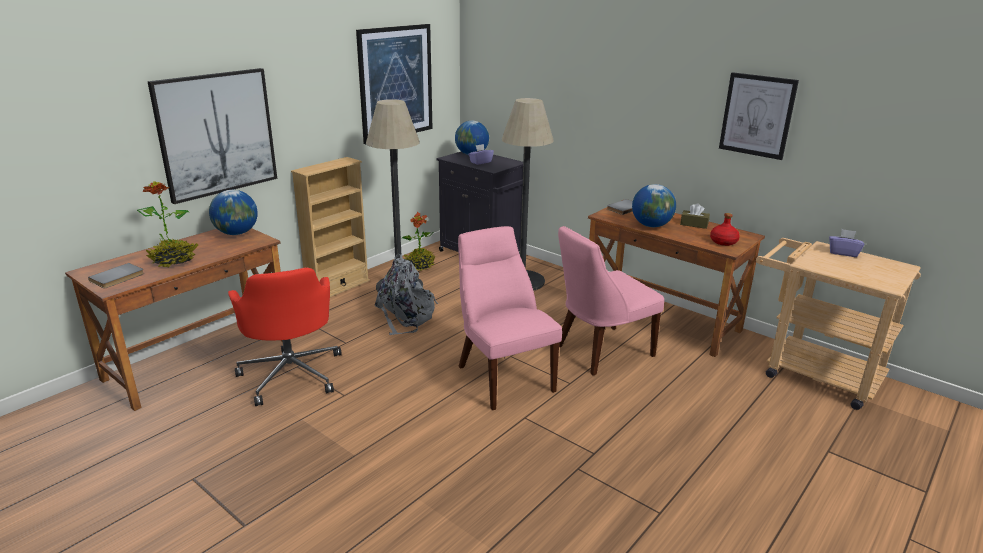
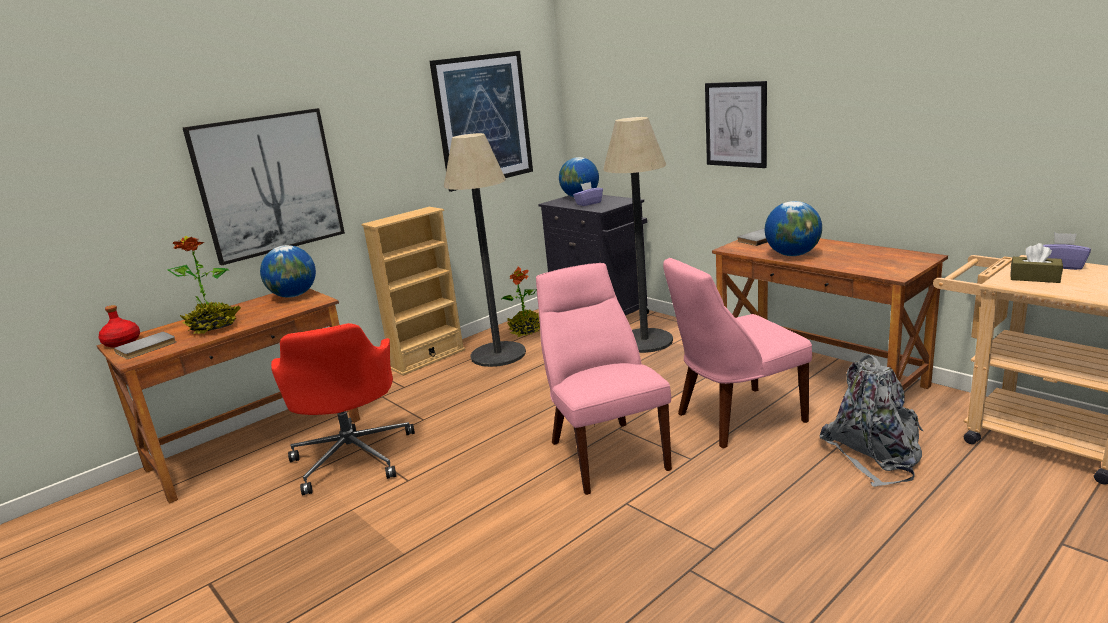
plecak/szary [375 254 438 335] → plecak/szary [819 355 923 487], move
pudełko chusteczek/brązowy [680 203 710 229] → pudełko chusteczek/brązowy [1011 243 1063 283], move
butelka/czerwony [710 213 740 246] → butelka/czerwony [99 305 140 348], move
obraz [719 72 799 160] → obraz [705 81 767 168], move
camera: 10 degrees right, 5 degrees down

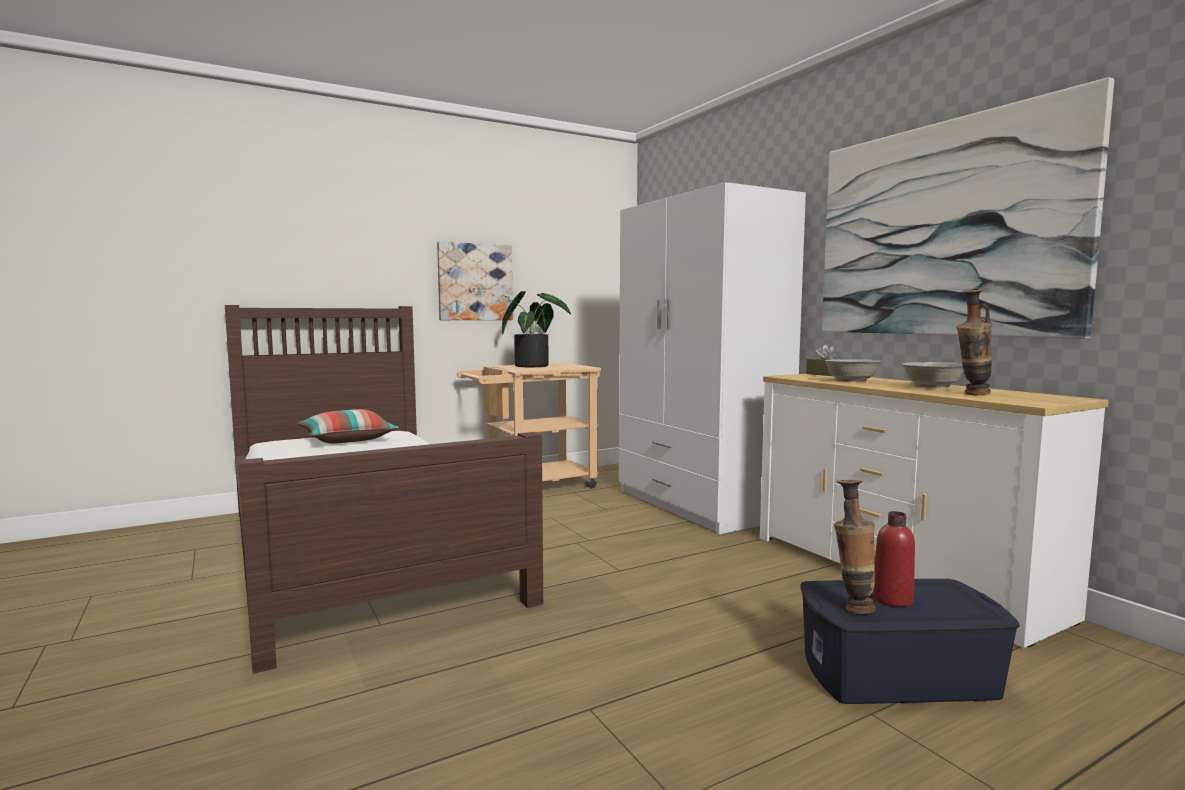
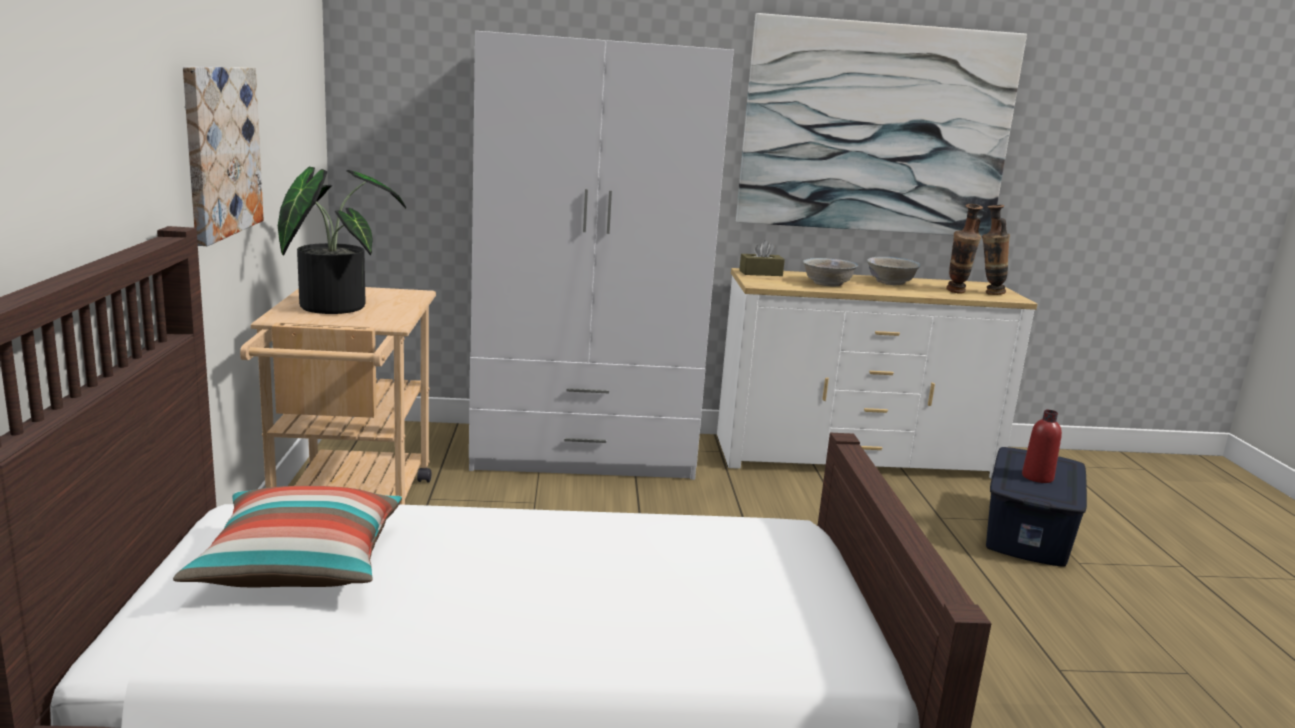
wazon [834 480 876 614] → wazon [982 205 1010 295], move
camera: 65 degrees left, 10 degrees up

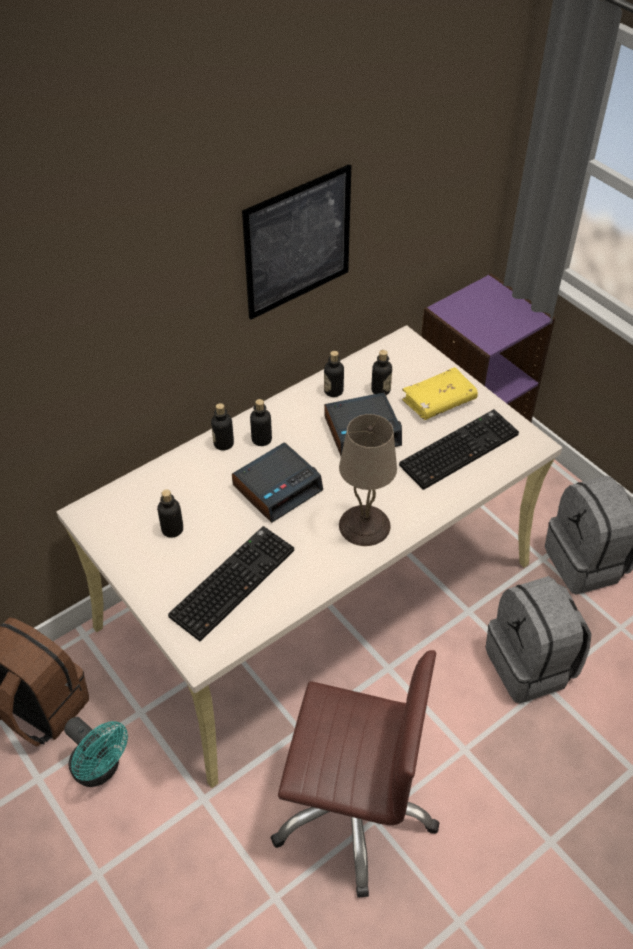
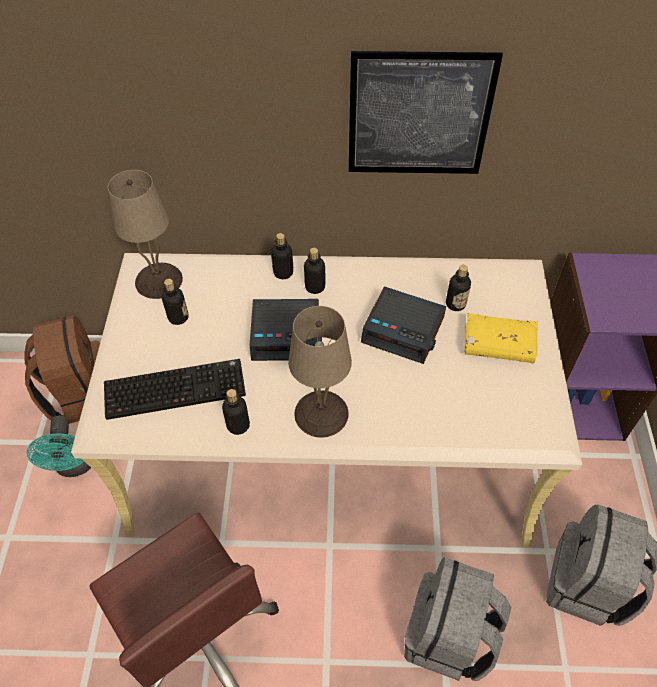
butelka [324 351 344 397] → butelka [222 389 250 435], move
klawiatura [399 409 519 490] → -
- → lampa stołowa/beżowy [108 170 183 299]
camera: 40 degrees right, 5 degrees up

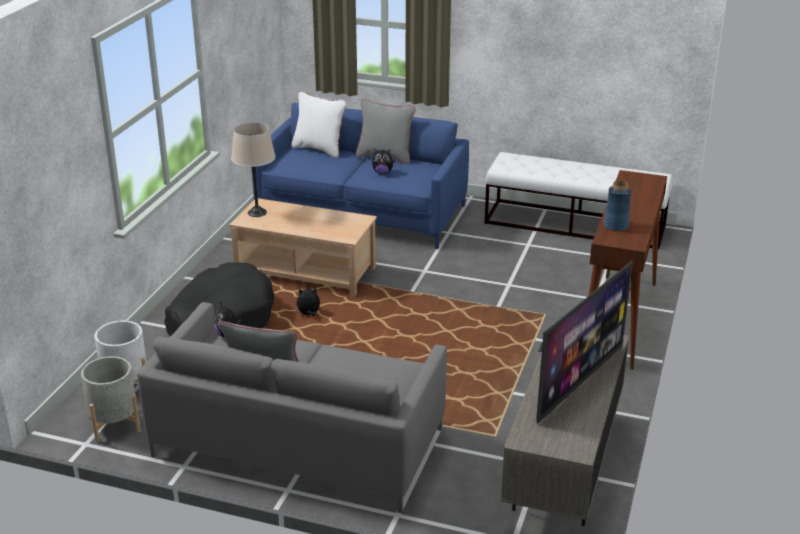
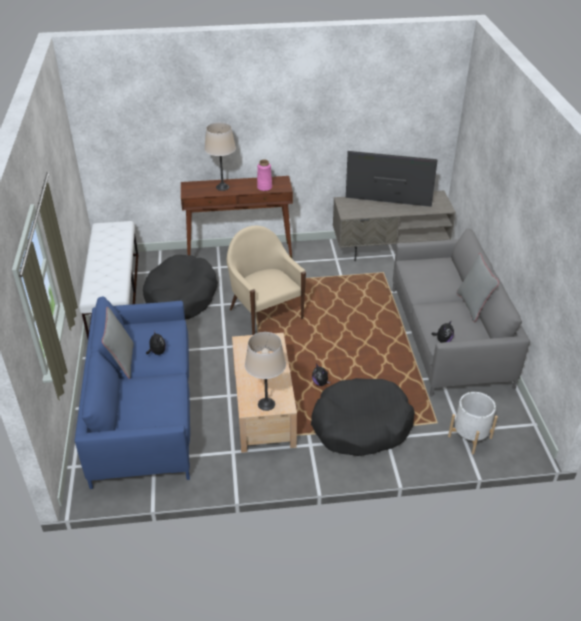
donica/szary [81 356 141 442] → -
poduszka/biały [291 91 347 158] → -
wazon/niebieski [604 180 631 231] → wazon/różowy [257 160 272 191]
- → legowisko/czarny [143 255 218 319]
- → lampa stołowa/beżowy [204 122 236 191]
- → fotel/beżowy [227 226 306 335]
camera: 115 degrees left, 10 degrees up

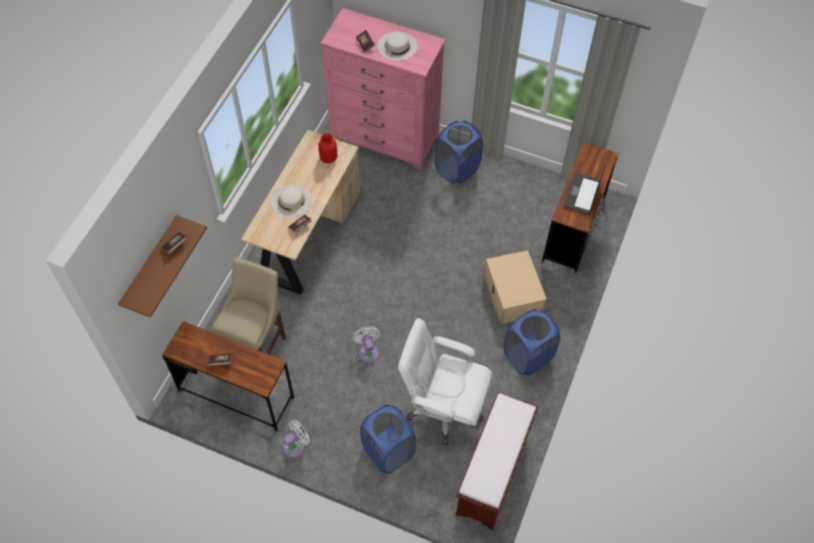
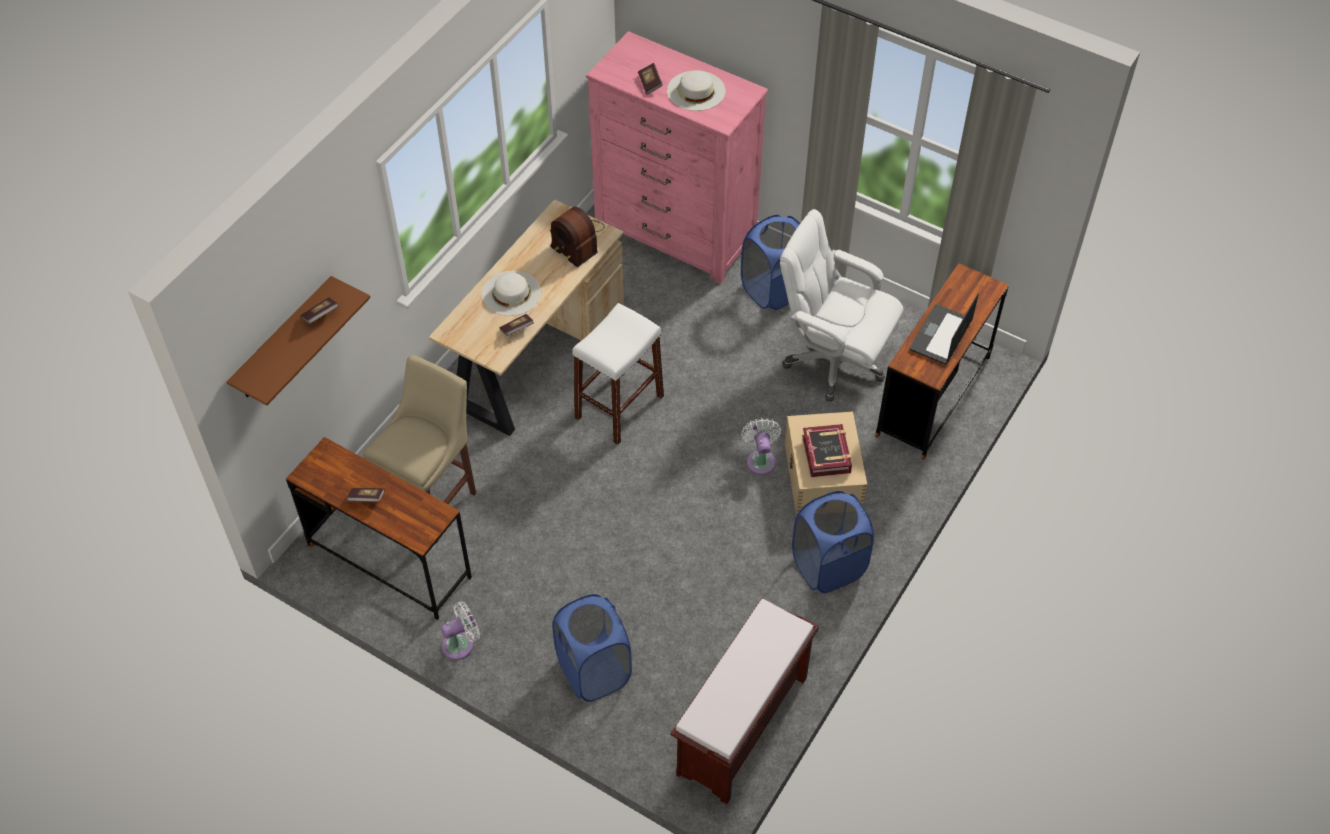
wazon/czerwony [318 133 337 163] → radio [550 207 605 267]
wentylator/biały [353 326 380 363] → wentylator/biały [741 418 781 475], move
krzesło biurowe/biały [398 318 492 445] → krzesło biurowe/biały [780 209 903 401], move
- → stołek/biały [572 303 664 445]
- → książka [802 424 852 477]
camera: 10 degrees right, 5 degrees down

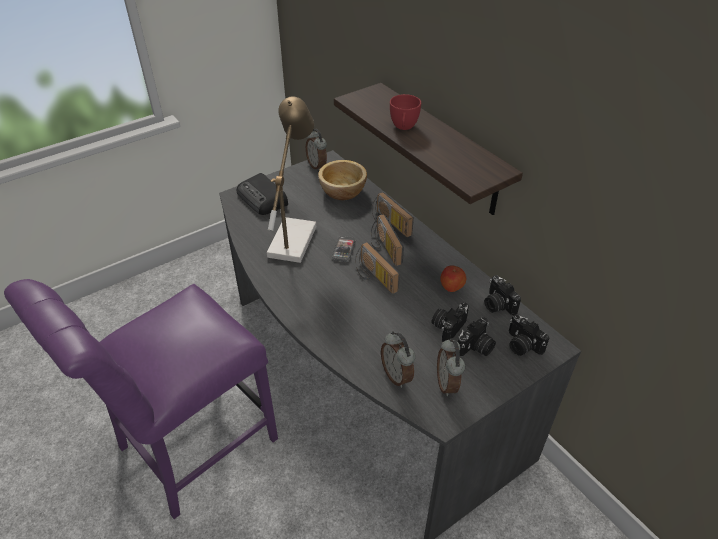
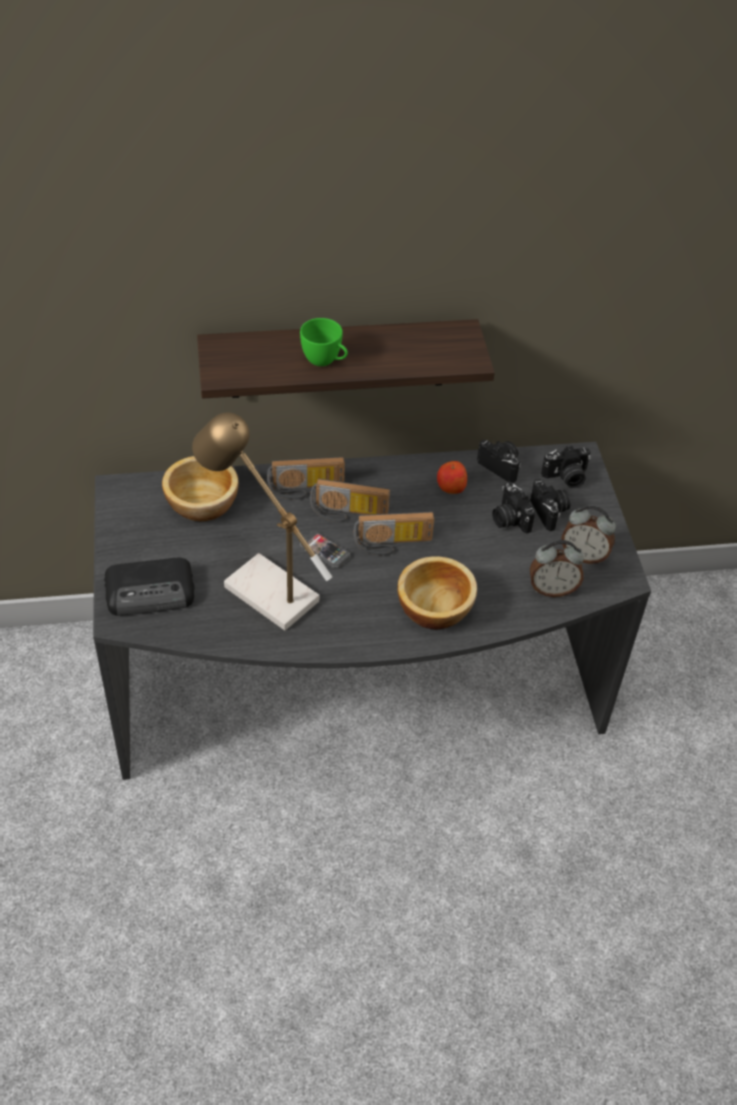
krzesło/fioletowy [4 279 278 519] → -
budzik [306 129 327 170] → -
filiżanka/czerwony [390 94 421 130] → filiżanka/zielony [300 318 348 366]
aparat fotograficzny [485 275 521 315] → aparat fotograficzny [477 440 521 483], 135 degrees counterclockwise
- → miska [397 556 477 629]
camera: 65 degrees left, 5 degrees up

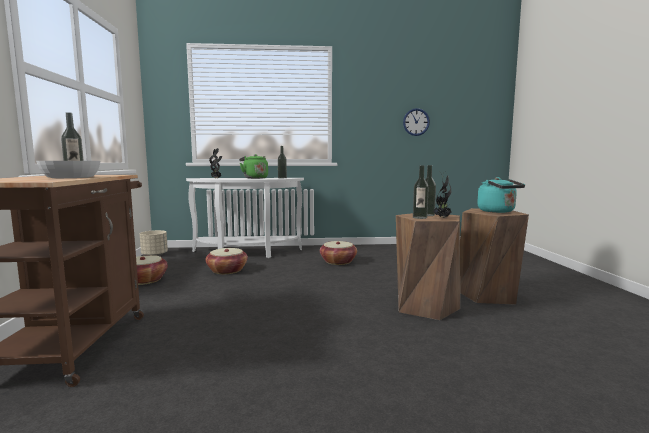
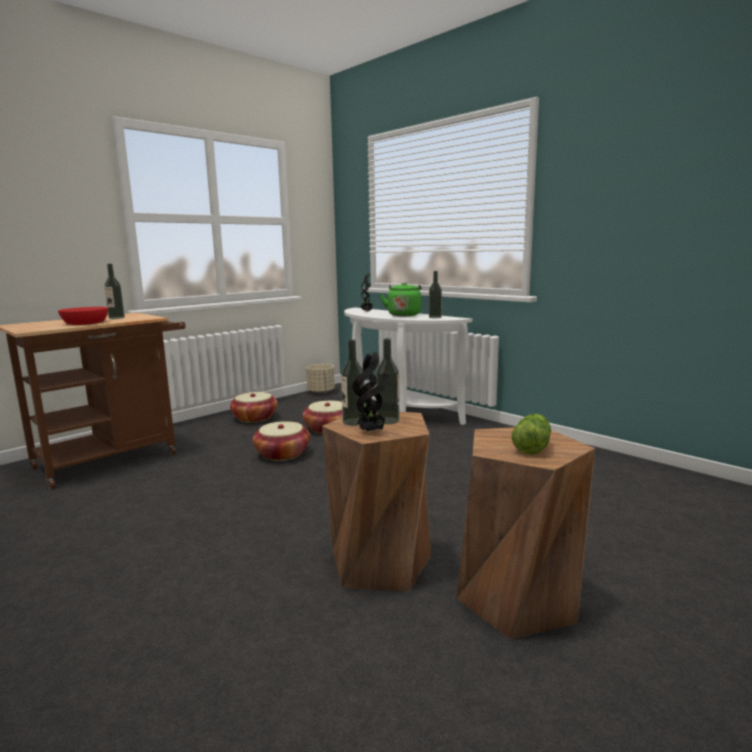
miska/biały [36 161 100 178] → miska/czerwony [58 307 108 325]
koszyk [320 241 357 265] → koszyk [253 421 310 461], move
zegar ścienny [403 108 430 136] → -
czajnik/turkusowy [477 177 525 213] → sałata [512 414 551 455]
camera: 50 degrees right, 5 degrees up

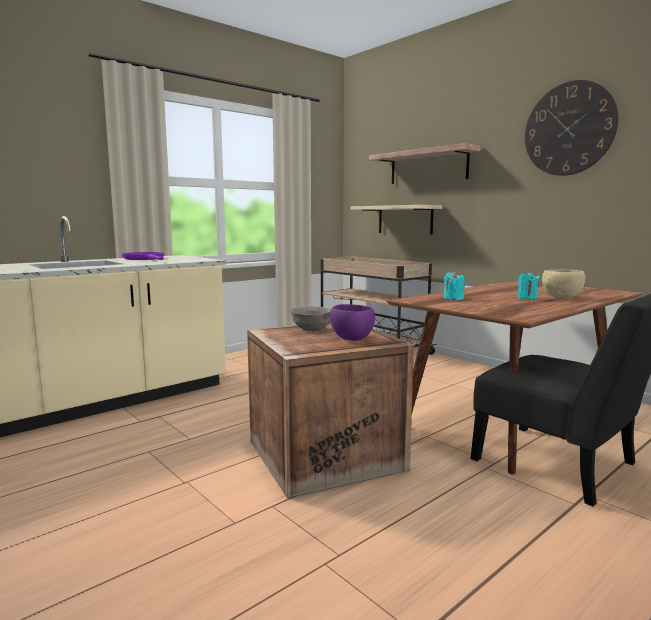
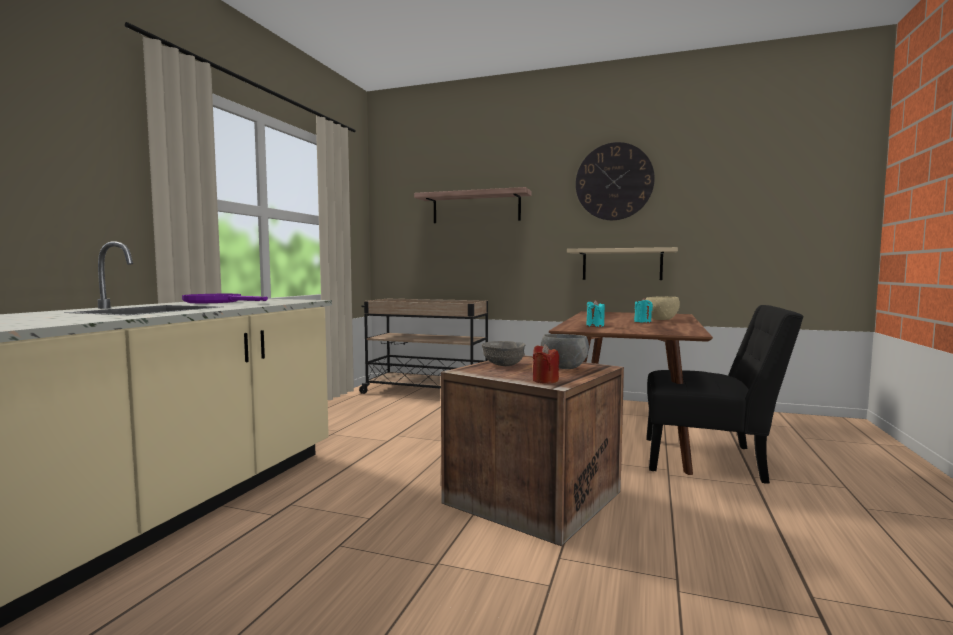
miska/fioletowy [330 304 375 341] → miska/szary [541 334 589 369]
półka/beżowy [351 205 442 235] → półka/beżowy [567 247 678 280], move
- → świeca/czerwony [533 344 559 384]
camera: 30 degrees left, 5 degrees down

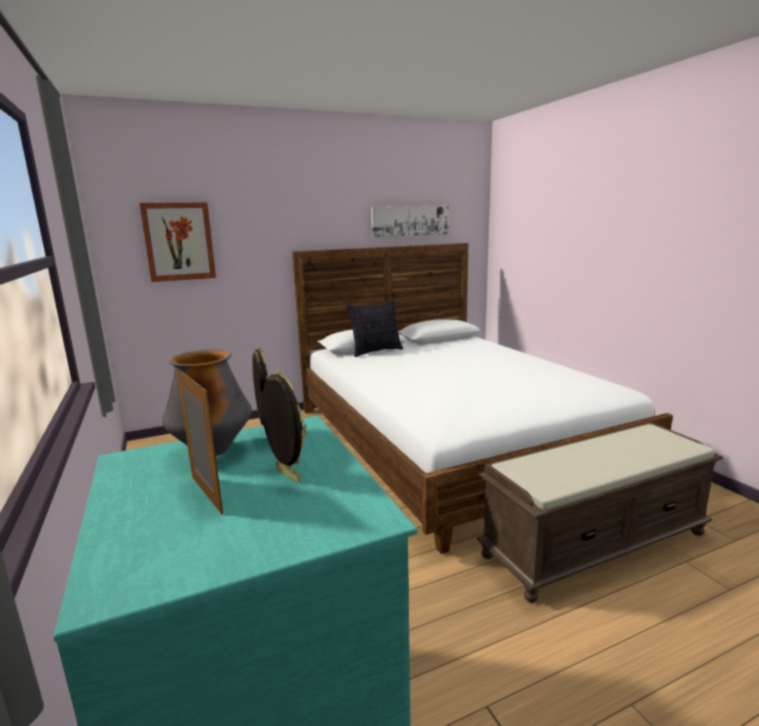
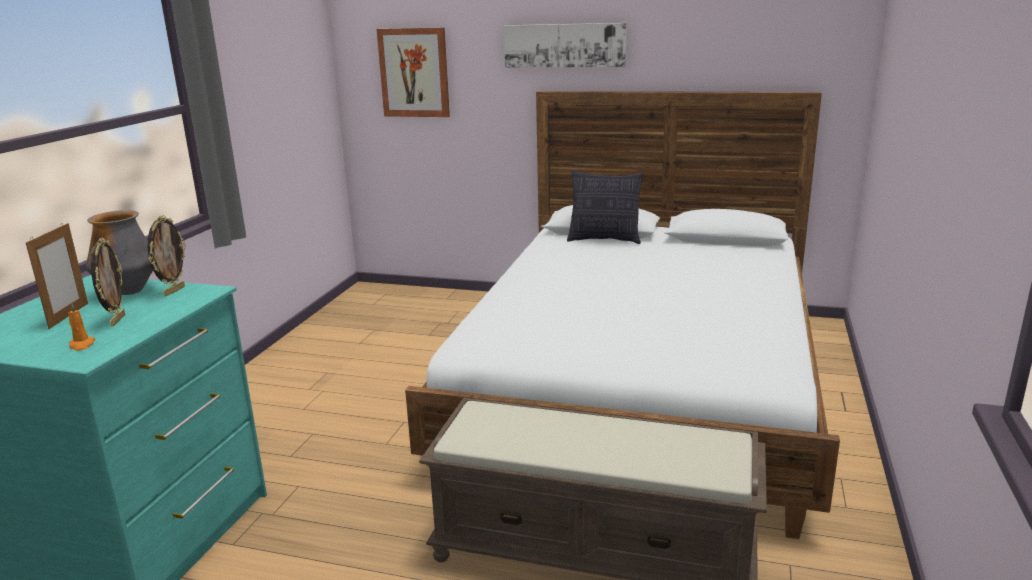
obraz [371 205 449 237] → obraz [504 23 627 68], move
- → świeca/pomarańczowy [68 302 95 351]
camera: 40 degrees right, 5 degrees up

